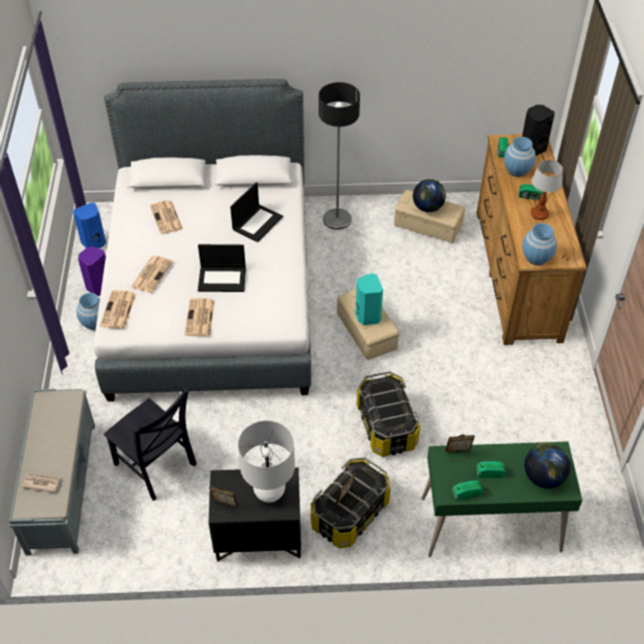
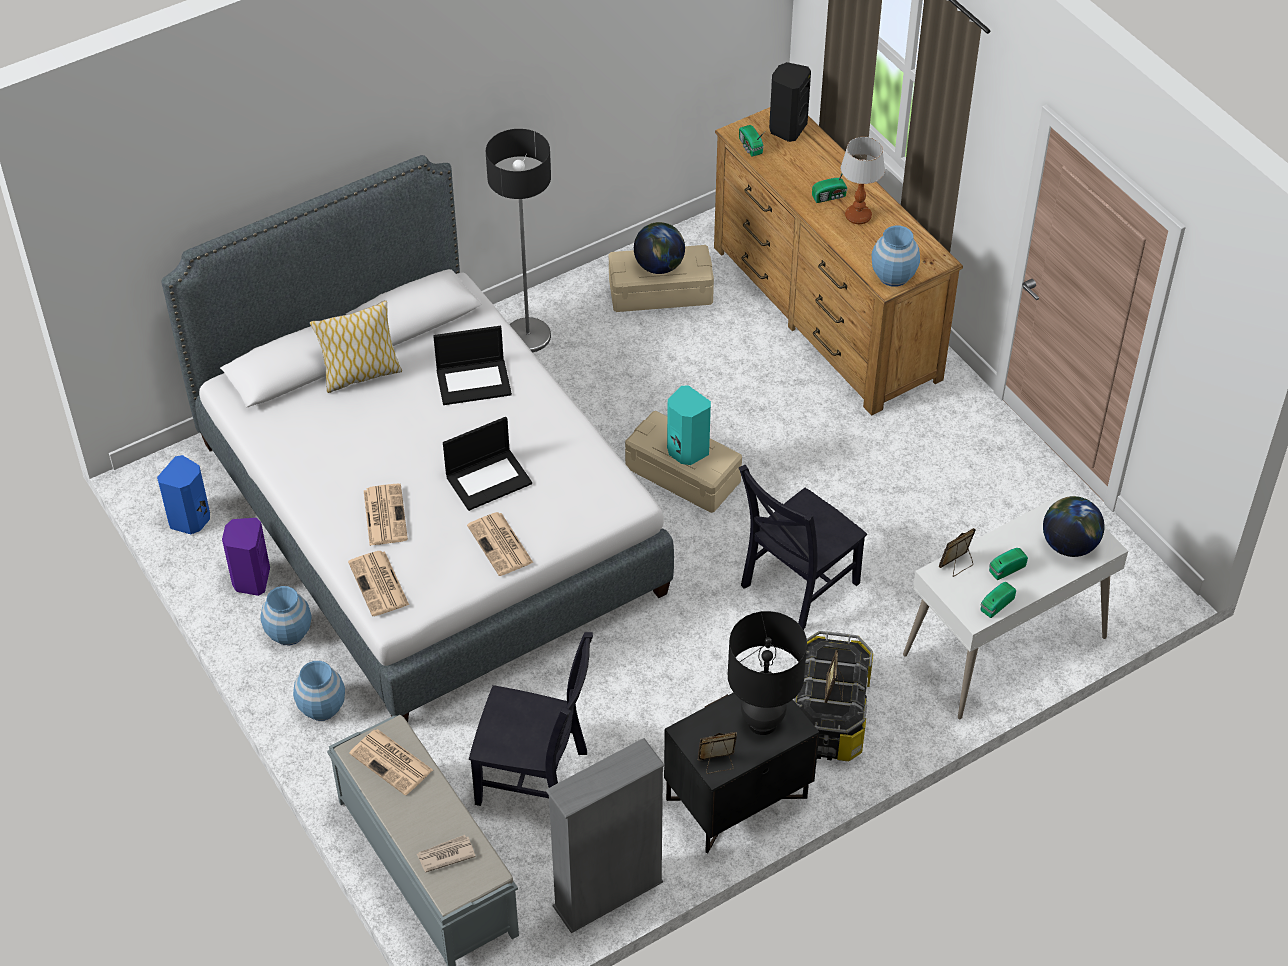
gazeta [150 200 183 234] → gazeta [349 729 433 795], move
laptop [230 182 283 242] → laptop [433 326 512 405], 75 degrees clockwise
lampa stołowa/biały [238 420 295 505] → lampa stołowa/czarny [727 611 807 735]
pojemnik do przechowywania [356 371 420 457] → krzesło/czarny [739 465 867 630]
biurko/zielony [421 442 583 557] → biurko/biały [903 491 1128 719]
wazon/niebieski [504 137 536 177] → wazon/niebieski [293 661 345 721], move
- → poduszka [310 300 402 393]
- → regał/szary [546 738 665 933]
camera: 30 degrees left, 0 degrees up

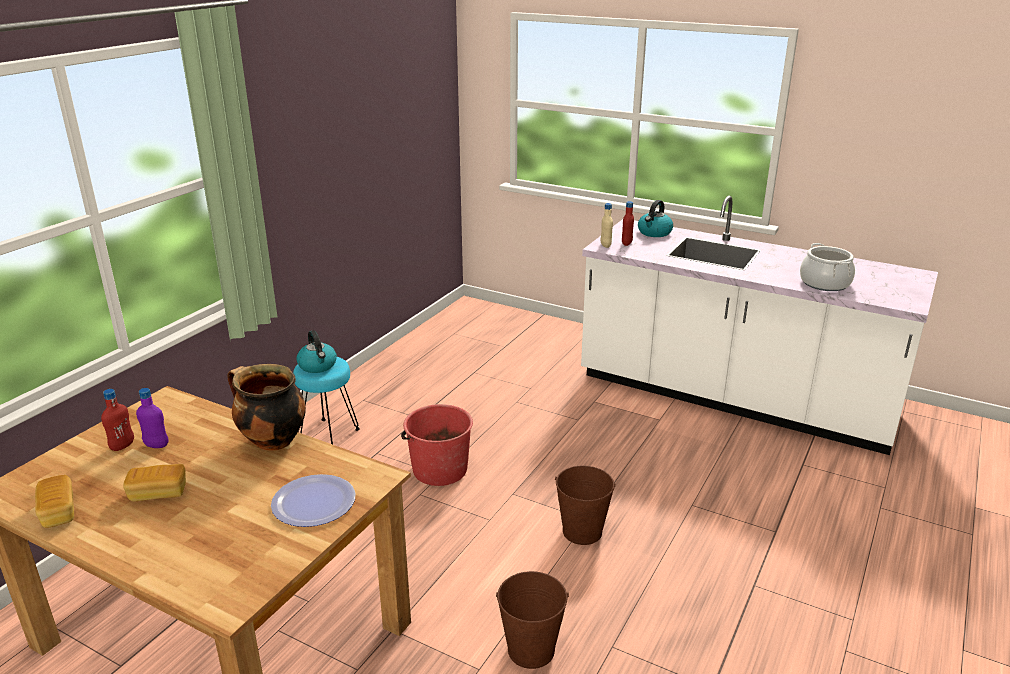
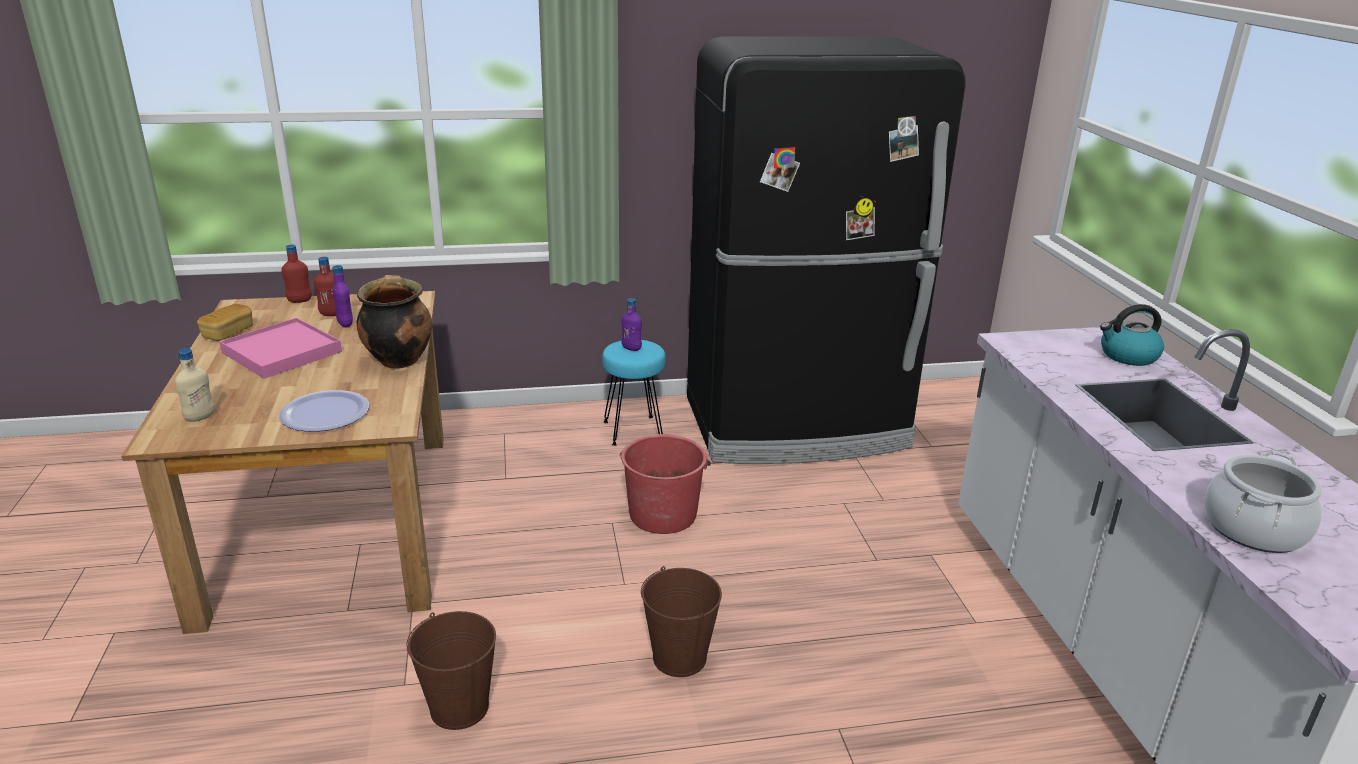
chleb [123 464 186 501] → taca/różowy [219 318 342 379]
czajnik [296 330 337 373] → butelka/fioletowy [621 298 642 351]
butelka/beżowy [601 203 613 248] → butelka/beżowy [175 348 215 422], move
butelka/czerwony [622 201 634 246] → butelka/czerwony [282 245 312 303], move
- → lodówka/czarny [687 37 966 464]
camera: 50 degrees right, 0 degrees up

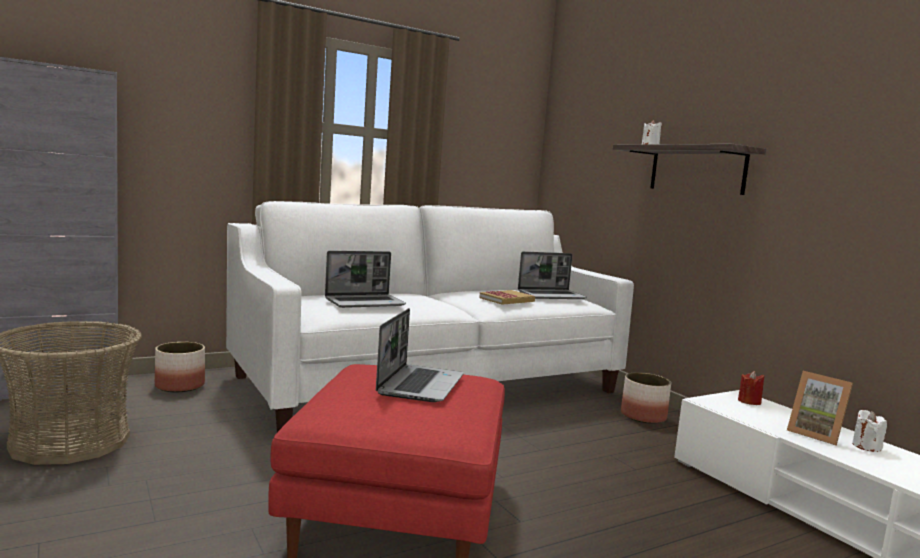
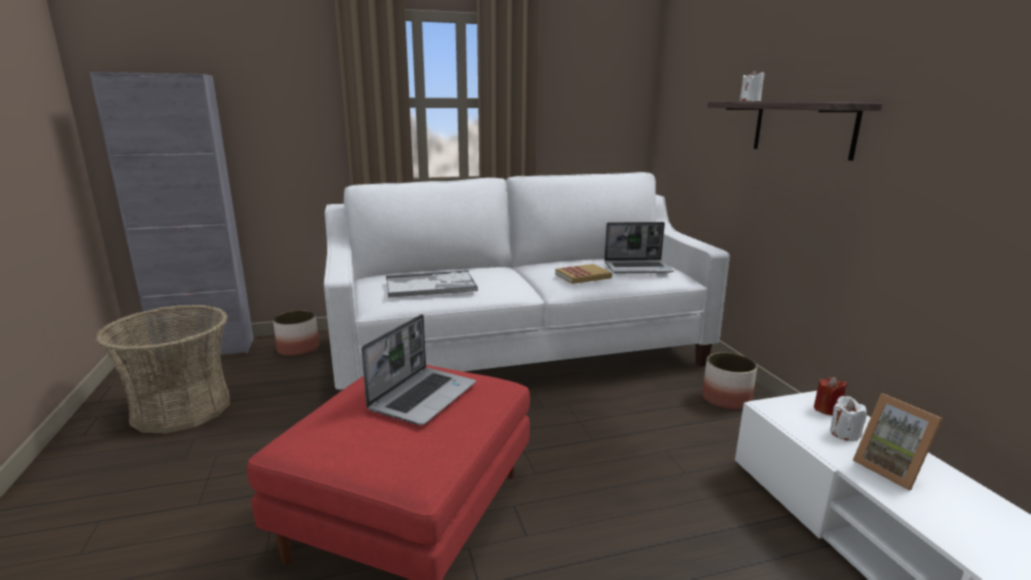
laptop [325 251 406 308] → taca [386 270 478 298]
świeca/biały [852 410 887 452] → świeca/biały [830 396 867 441], move
camera: 15 degrees right, 10 degrees up

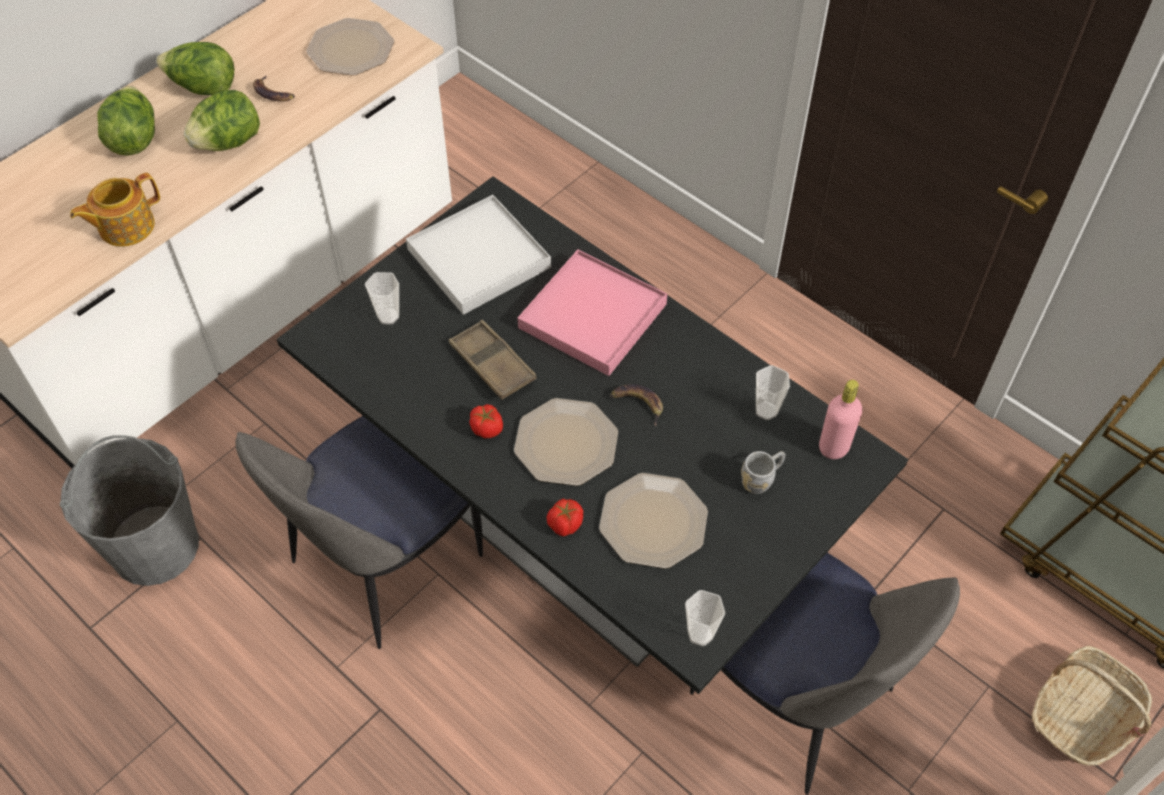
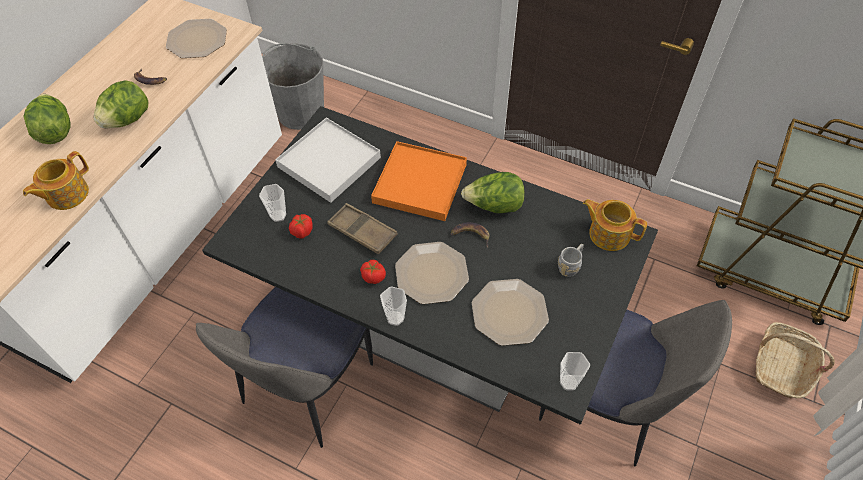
wiadro/szary [60 435 199 586] → wiadro/szary [262 43 324 130], move
sałata [156 42 234 96] → sałata [461 172 525 213], move
taca/różowy [518 249 667 376] → taca/pomarańczowy [371 141 467 221]
pomidor [547 499 583 537] → pomidor [289 214 313 239], move
filiżanka [756 365 790 420] → filiżanka [380 286 407 326], move
butelka/różowy [819 380 862 459] → imbryk [583 199 647 251]
camera: 15 degrees left, 0 degrees up

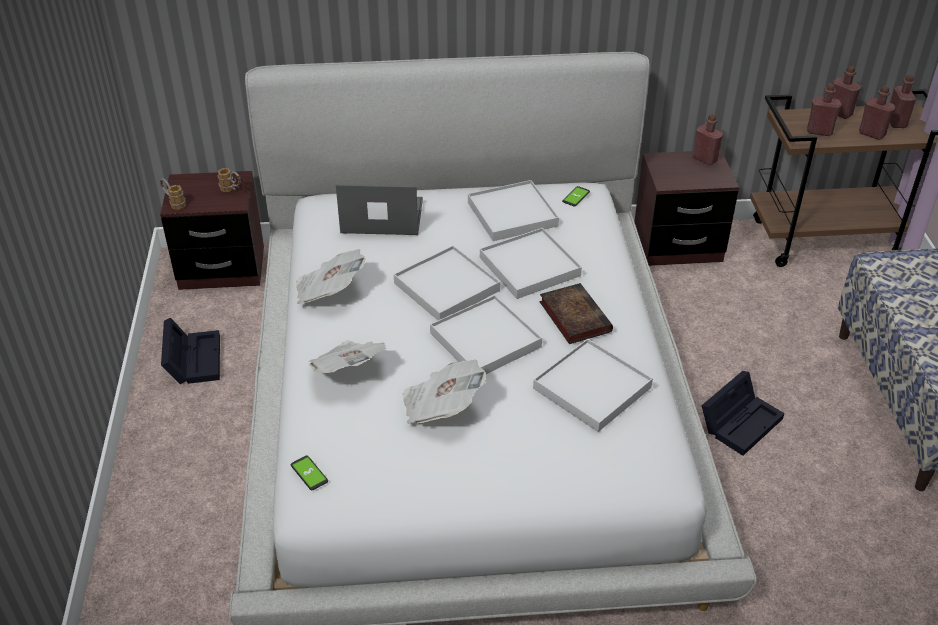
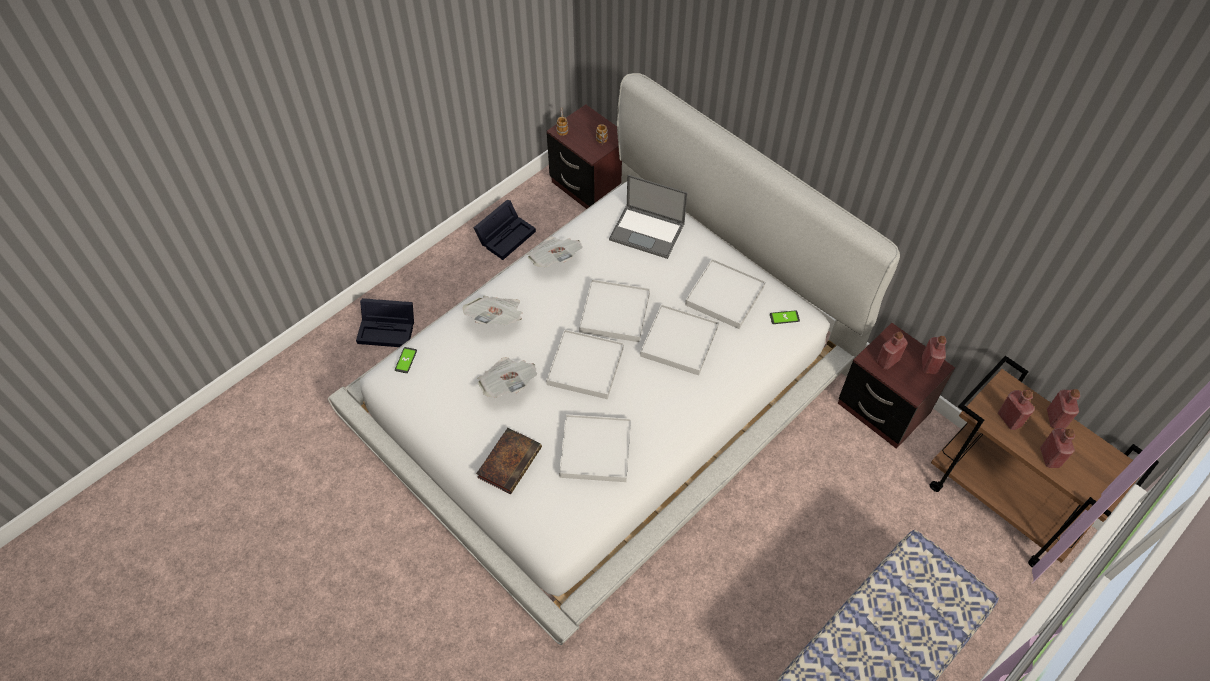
laptop [336 184 423 235] → laptop [609 175 688 259], 150 degrees clockwise
książka [540 283 613 344] → książka [476 428 542 494], move
pojemnik do przechowywania/czarny [702 371 784 456] → pojemnik do przechowywania/czarny [356 298 414 347], move
butelka/czerwony [890 75 916 128] → butelka/czerwony [877 332 908 370], move
camera: 50 degrees right, 15 degrees up

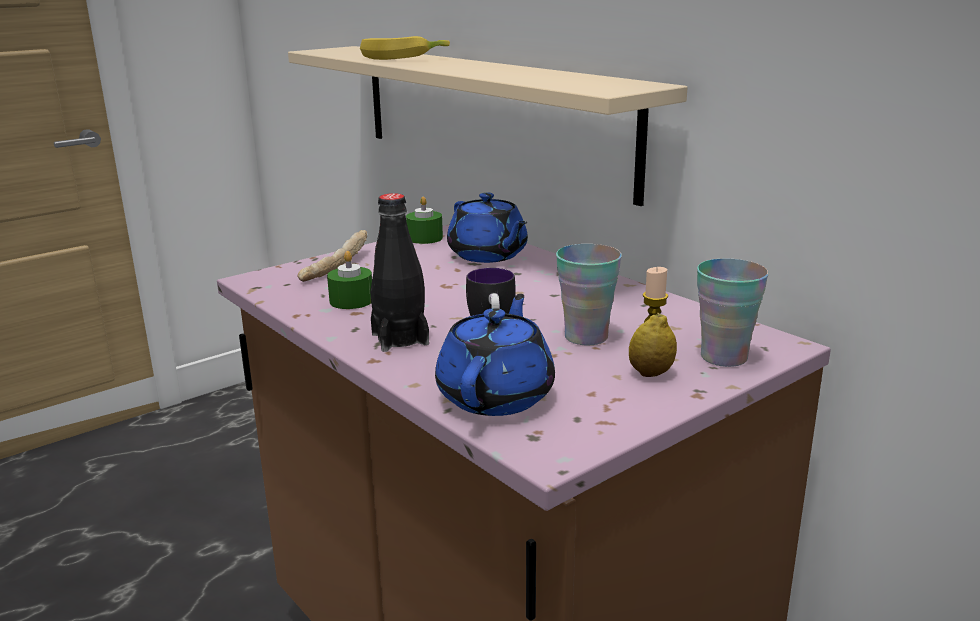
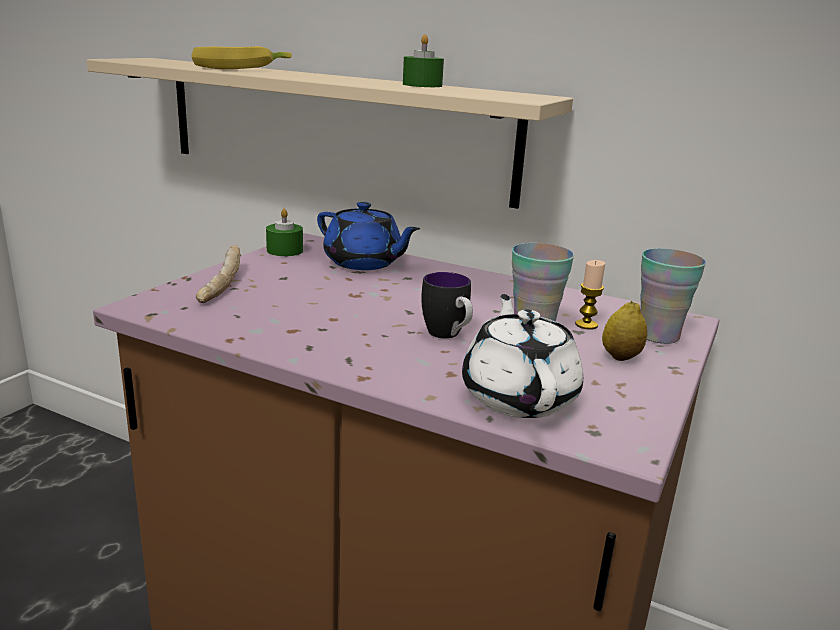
świeca/zielony [327 251 372 309] → świeca/zielony [403 34 444 87], move
butelka/czarny [370 193 429 352] → -
imbryk/niebieski [435 294 555 416] → imbryk/biały [462 294 583 418]
camera: 25 degrees left, 0 degrees up

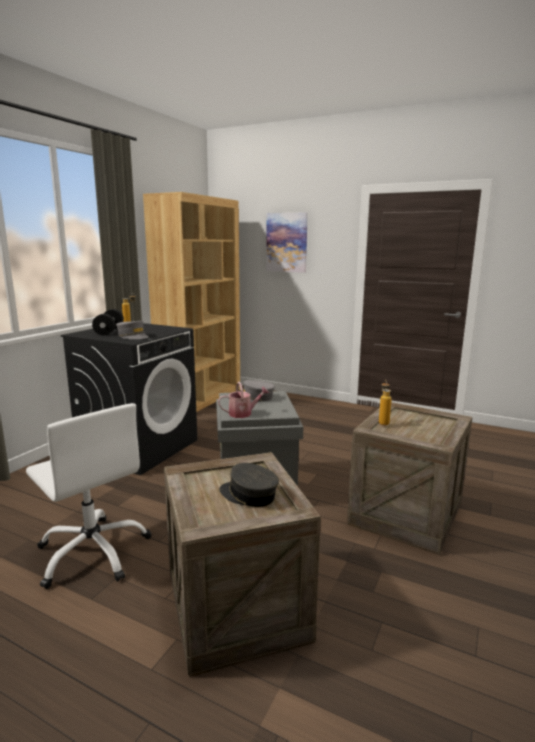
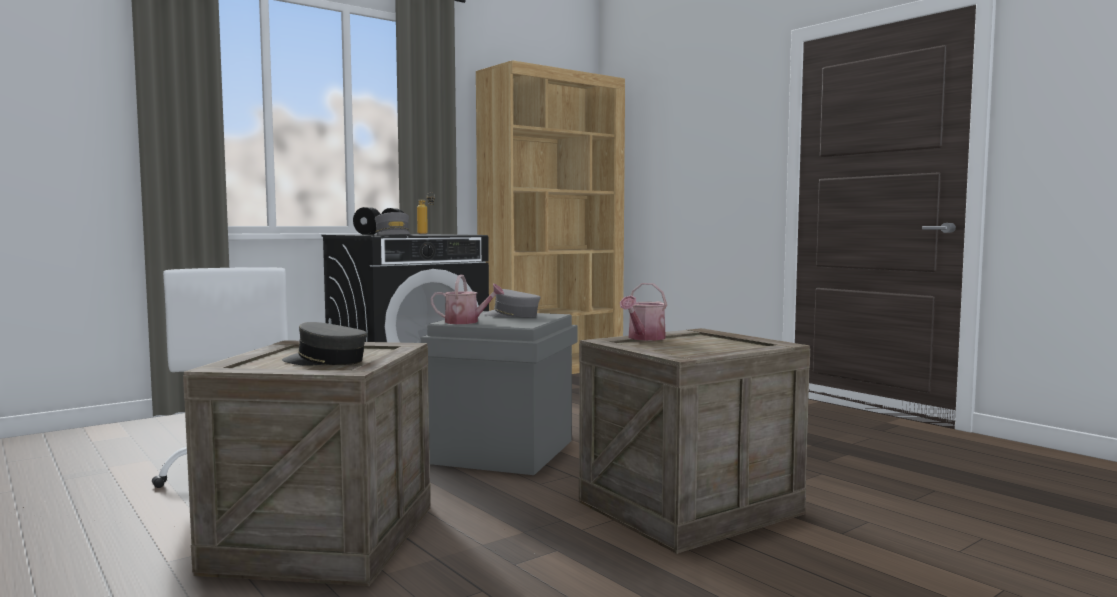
czapka z daszkiem/szary [219 463 279 507] → czapka z daszkiem/szary [282 322 367 366], 45 degrees counterclockwise
obraz [266 212 308 273] → -
butelka [379 380 392 425] → konewka [620 283 667 341]
camera: 25 degrees right, 10 degrees down

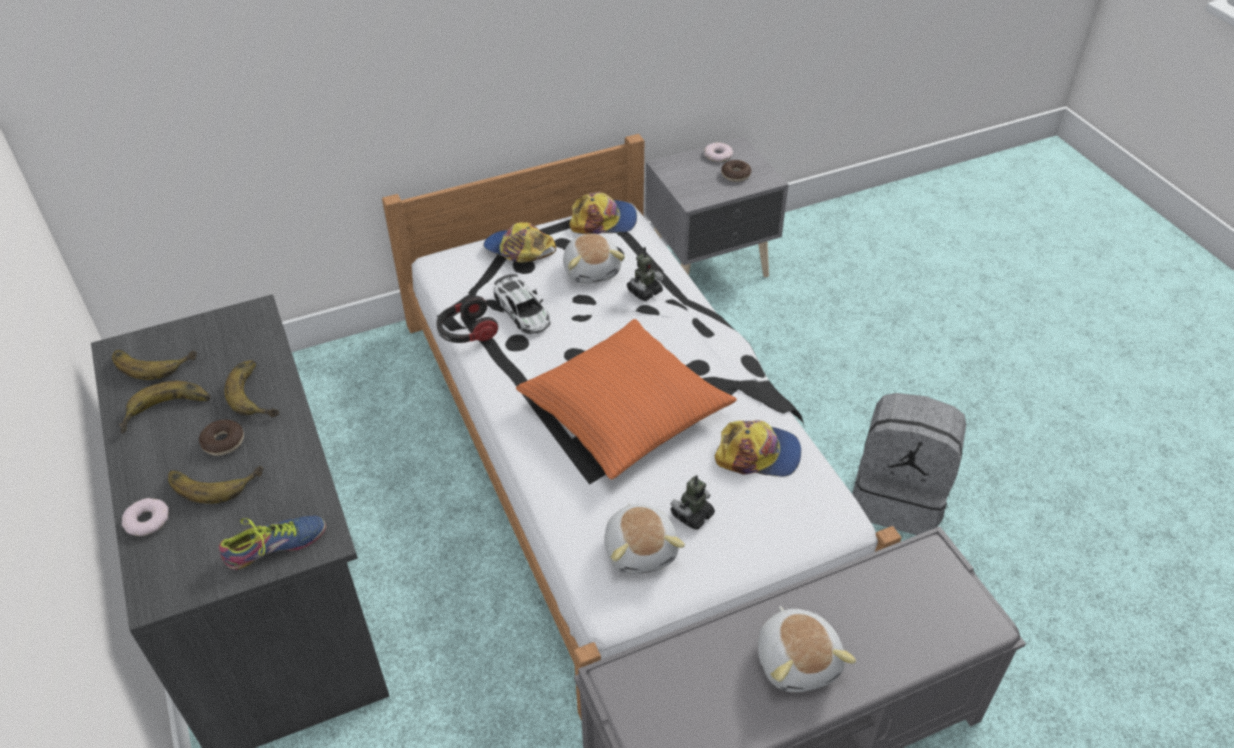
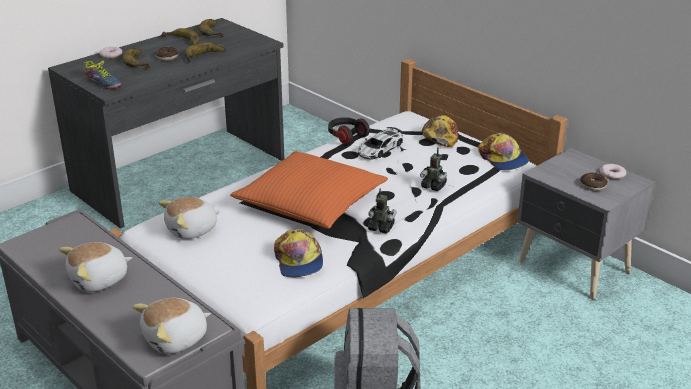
pluszak [563 234 625 284] → pluszak [132 298 211 354], move
robot zabawkowy [671 475 715 530] → robot zabawkowy [368 188 397 234], move
camera: 70 degrees right, 15 degrees down

